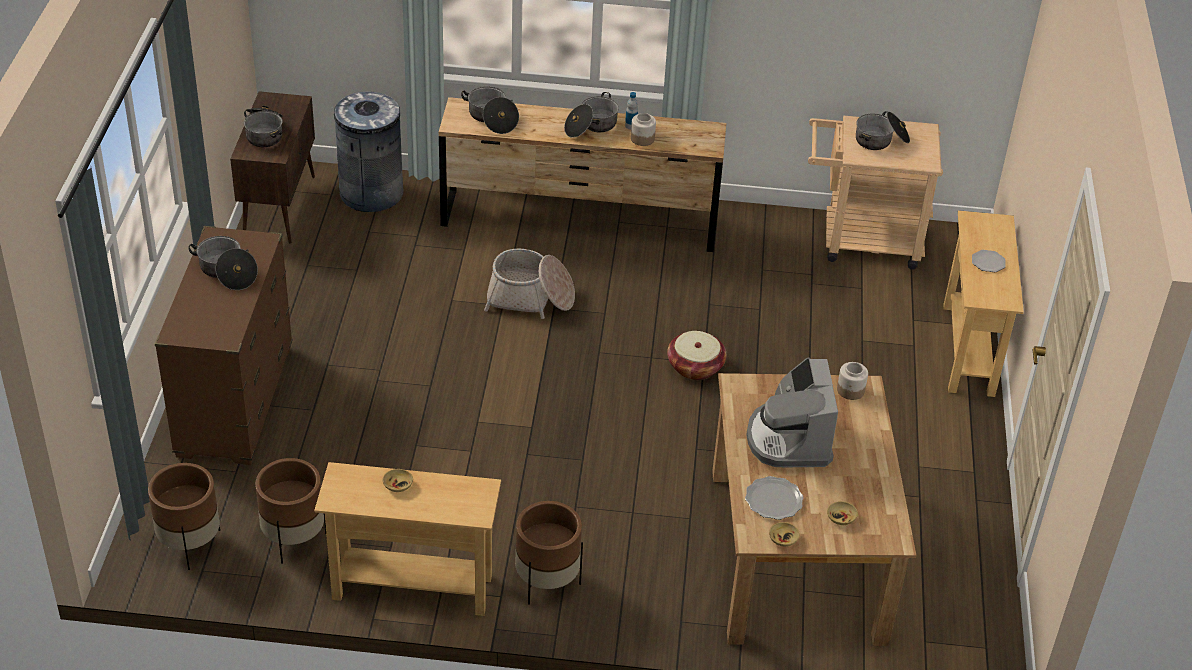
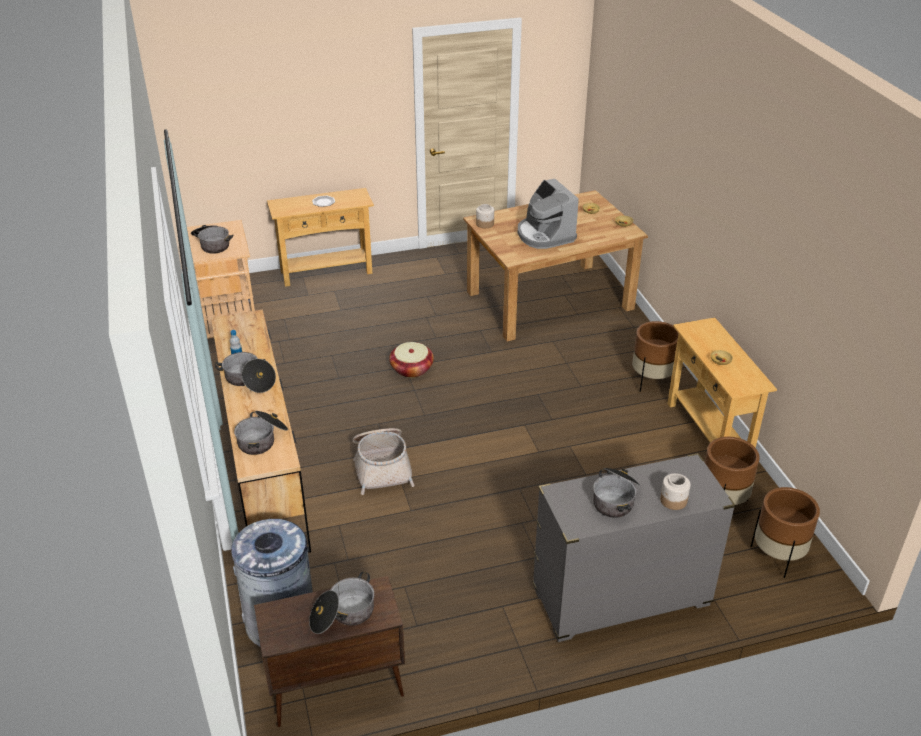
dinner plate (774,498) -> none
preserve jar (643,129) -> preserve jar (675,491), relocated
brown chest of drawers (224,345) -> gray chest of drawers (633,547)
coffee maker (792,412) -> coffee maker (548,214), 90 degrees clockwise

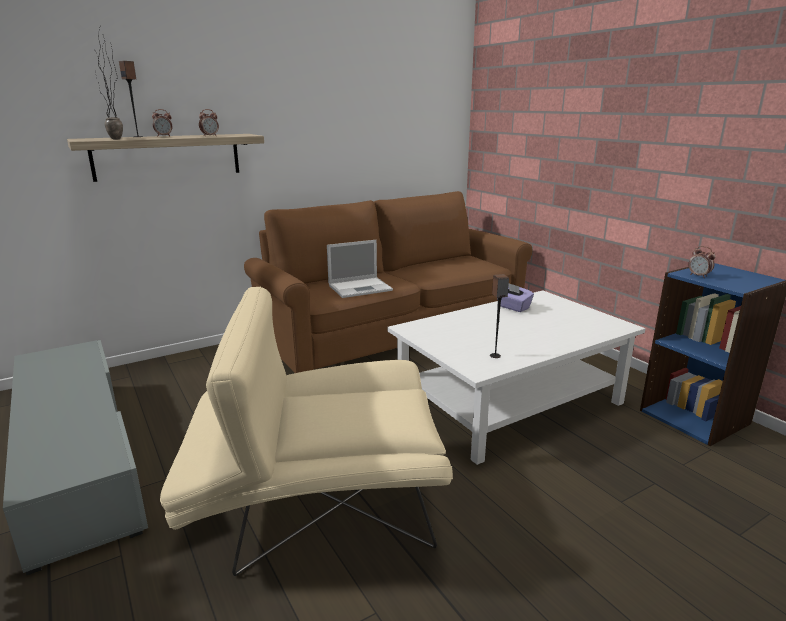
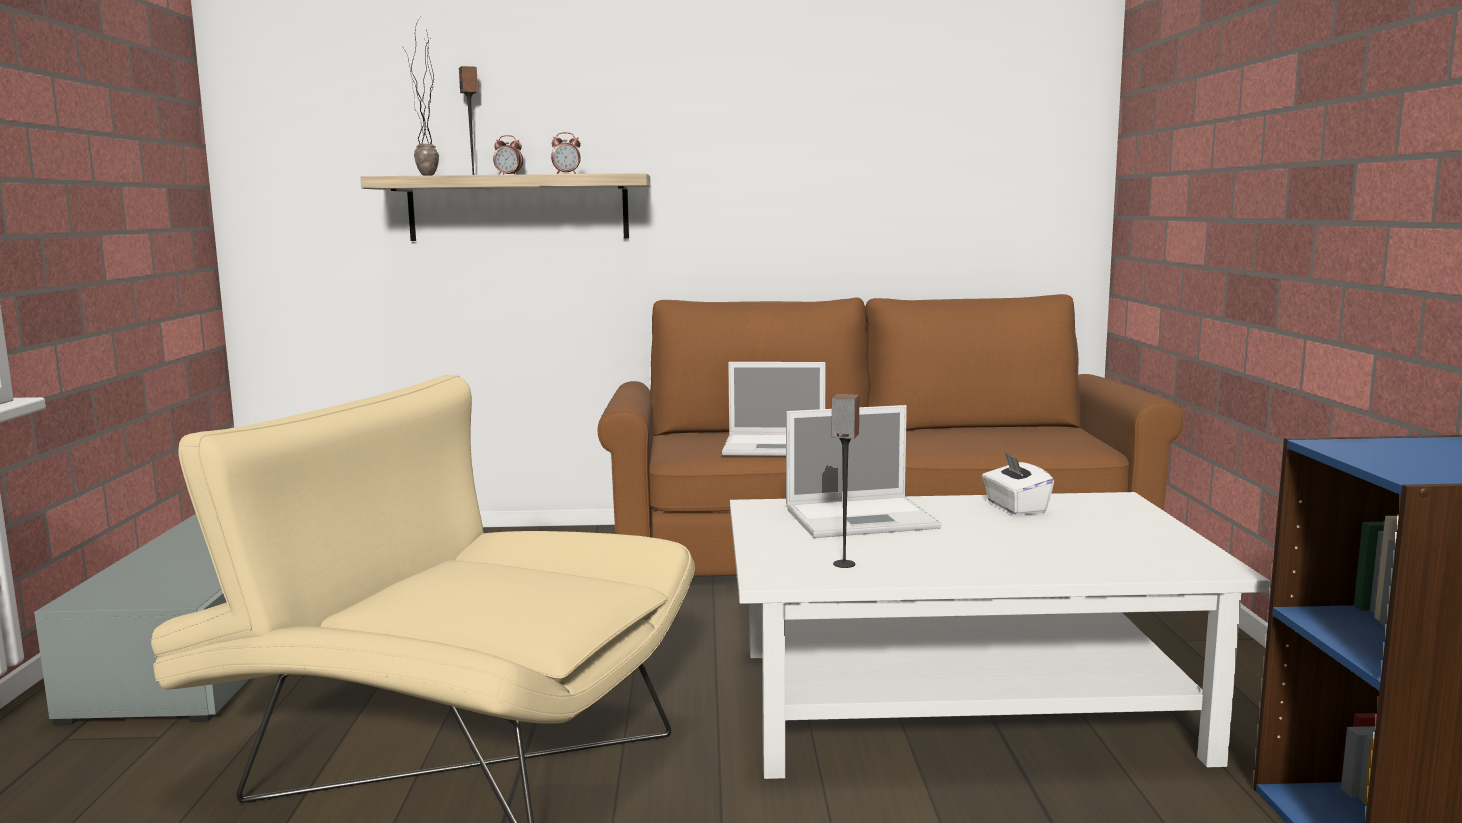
table clock (702,262) -> none
none -> portable computer (863,471)
purple tissue box (515,298) -> white tissue box (1018,484)

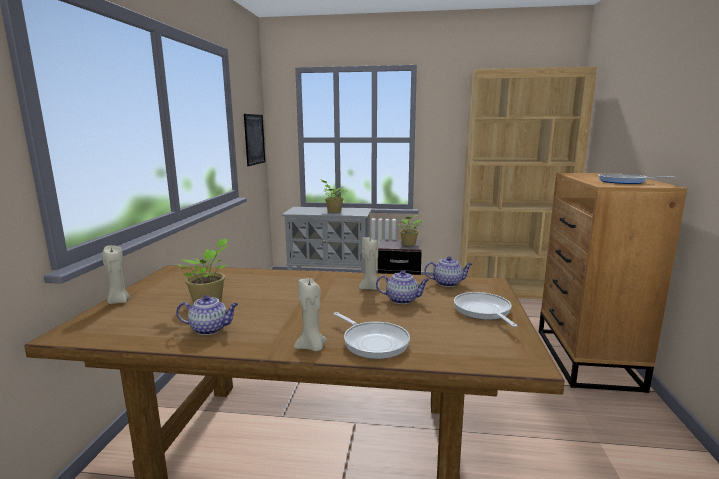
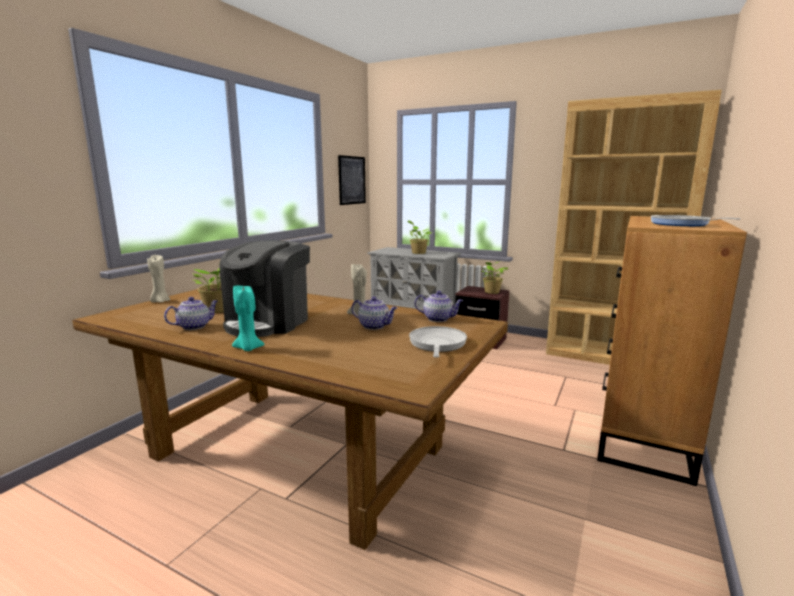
pan (371,335) -> none
none -> coffee maker (265,289)
beige wax candle (310,314) -> blue-green wax candle (248,318)
teapot (207,315) -> teapot (191,313), 60 degrees counterclockwise

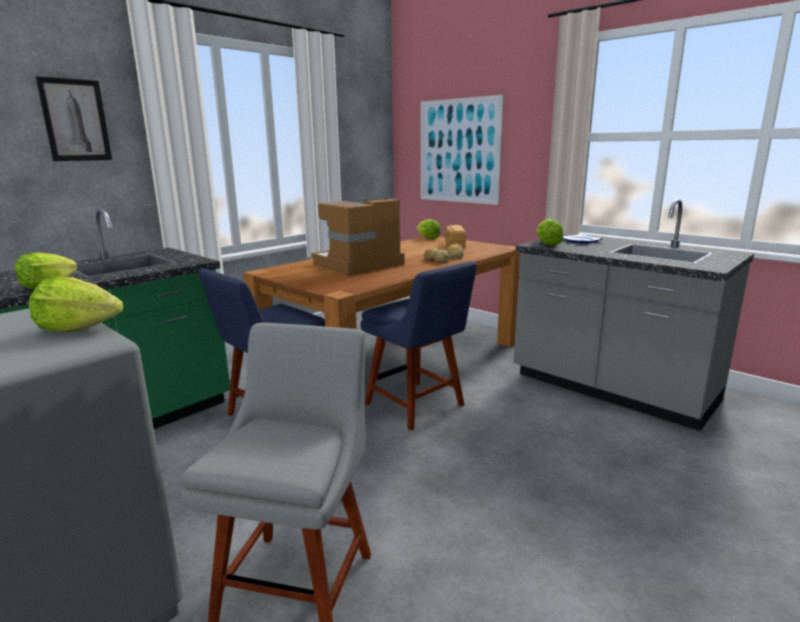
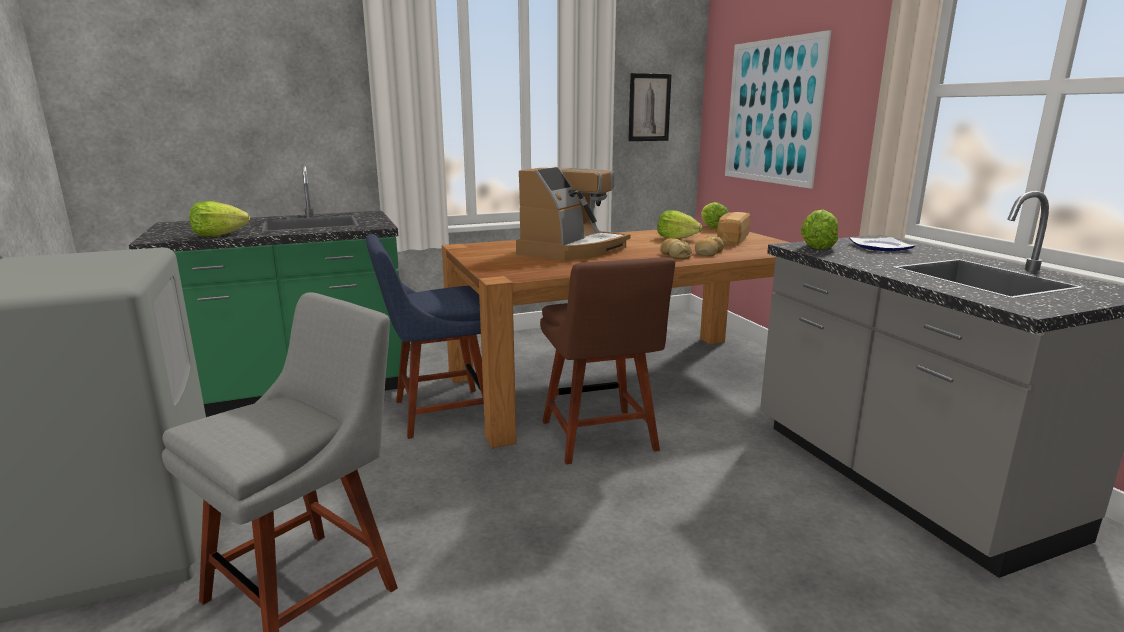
head of lettuce (76,304) -> head of lettuce (679,224), relocated
wall art (74,118) -> wall art (650,107), relocated
bluish upright chair (418,345) -> brown upright chair (607,361)
coffee maker (357,236) -> coffee maker (573,214), 135 degrees clockwise

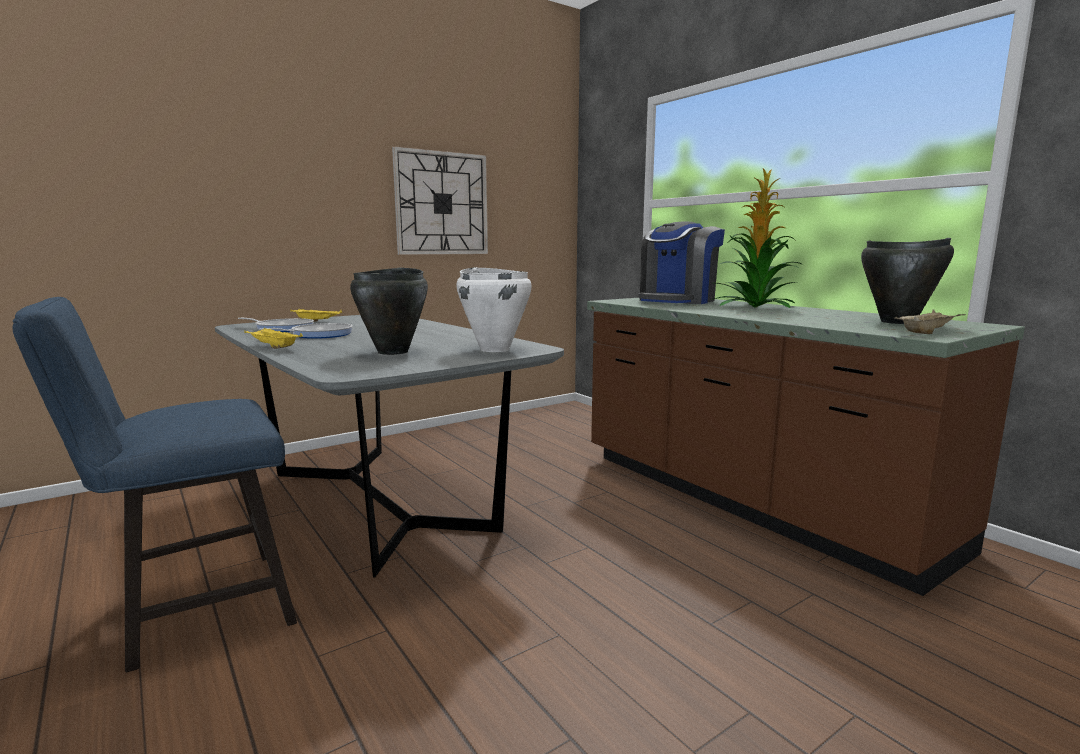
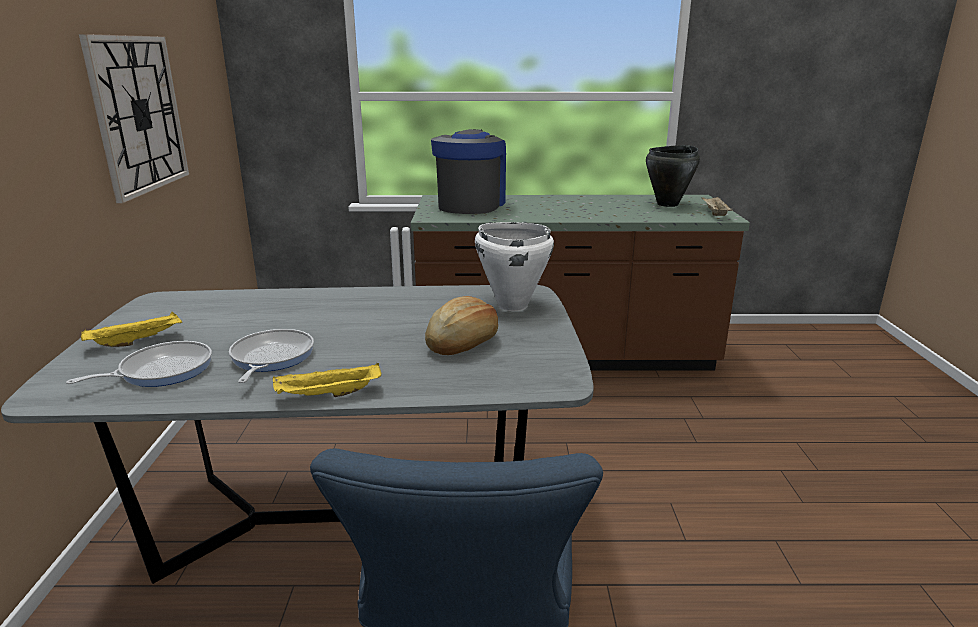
plant in a pot (757,238) -> none
blackish saucepot (389,311) -> bakery bread (461,325)
coffee maker (681,263) -> coffee maker (468,171), 150 degrees counterclockwise

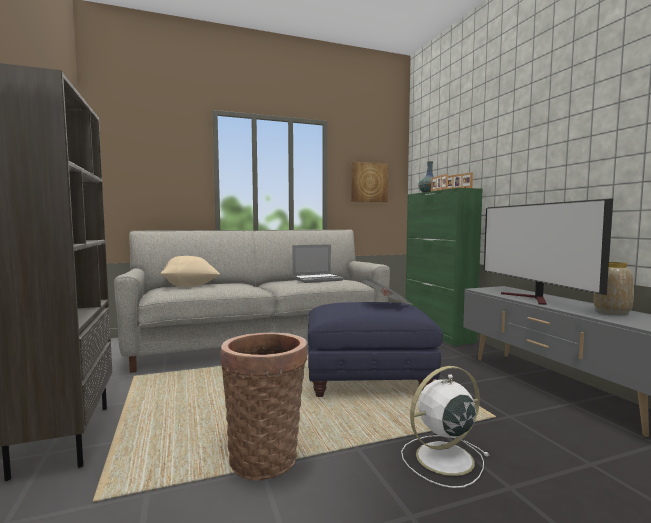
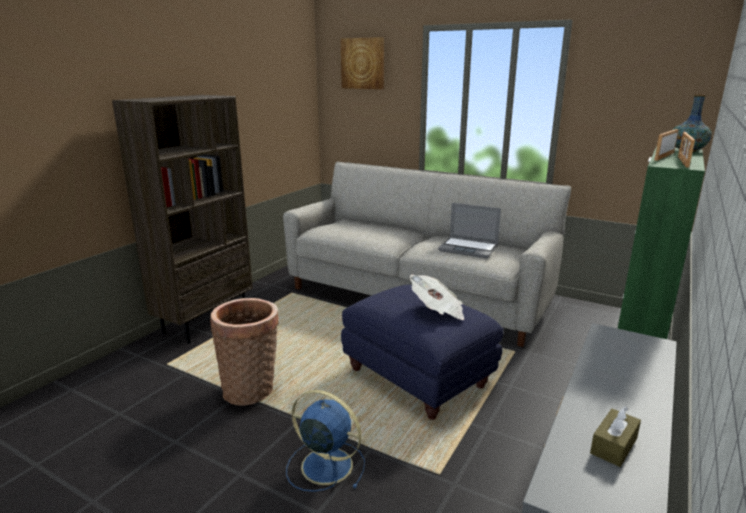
beige cushion (190,271) -> none
TV (548,251) -> none
wall art (369,182) -> wall art (362,63), relocated
vase (614,288) -> brown tissue box (615,436)
white fan (445,427) -> bluish fan (325,441)

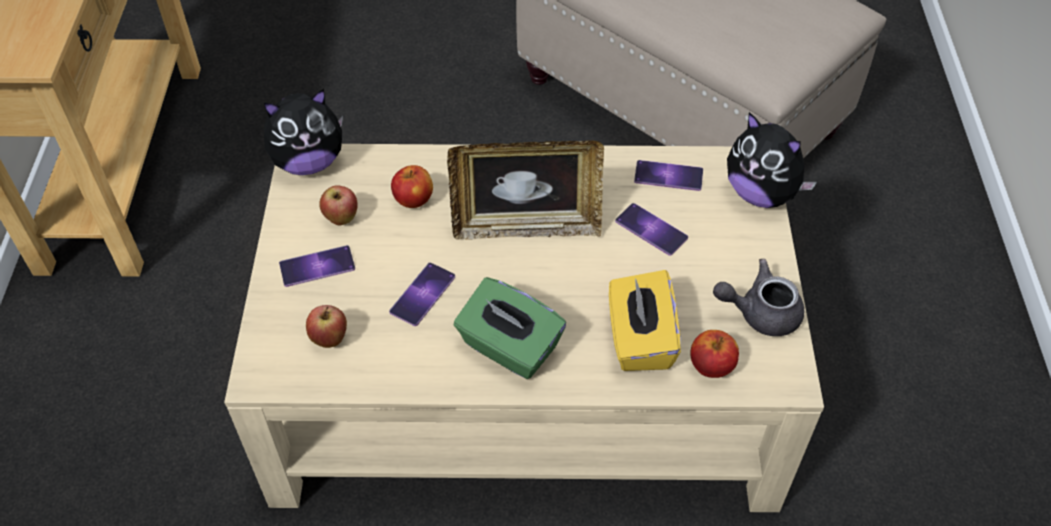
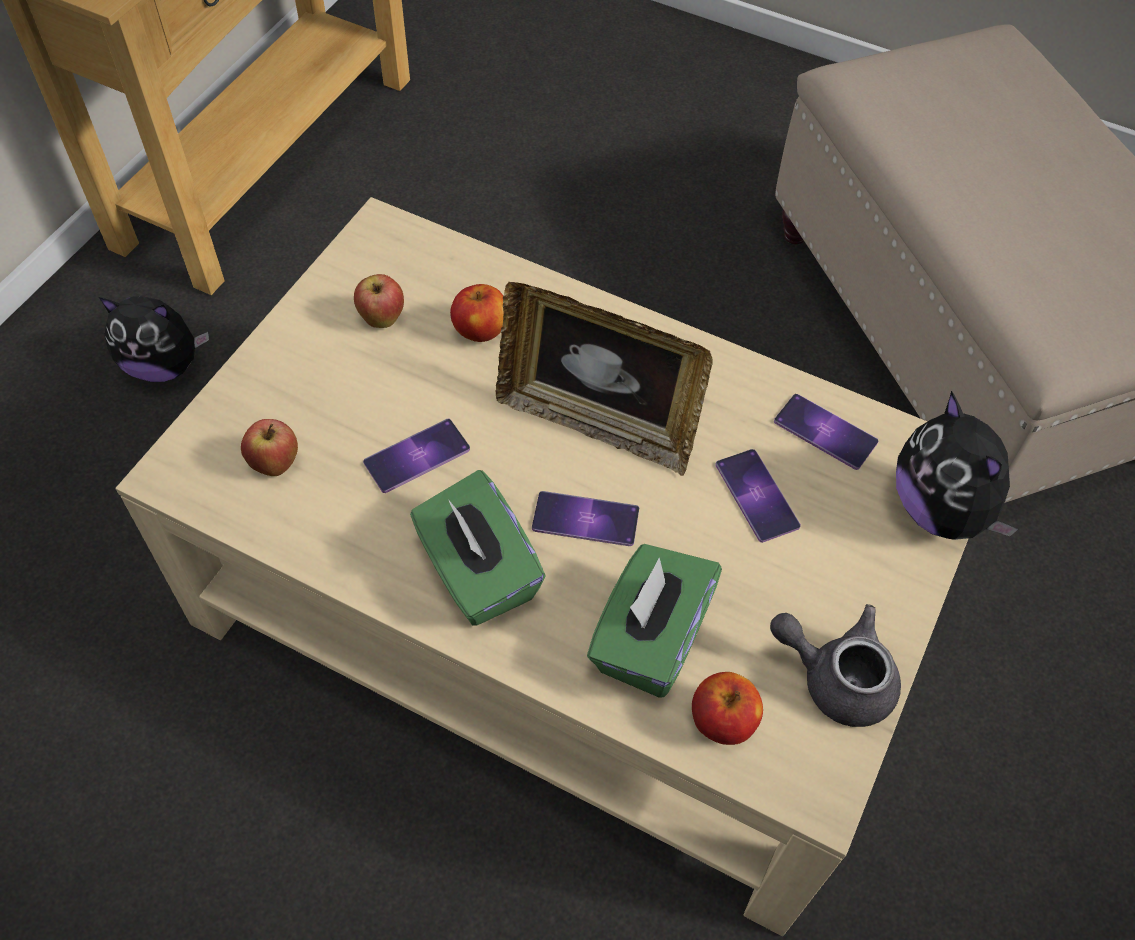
cuddly toy (303,132) -> cuddly toy (154,339), relocated
handset (317,266) -> handset (585,518), relocated
yellow-coloured tissue box (645,320) -> green-coloured tissue box (654,621)

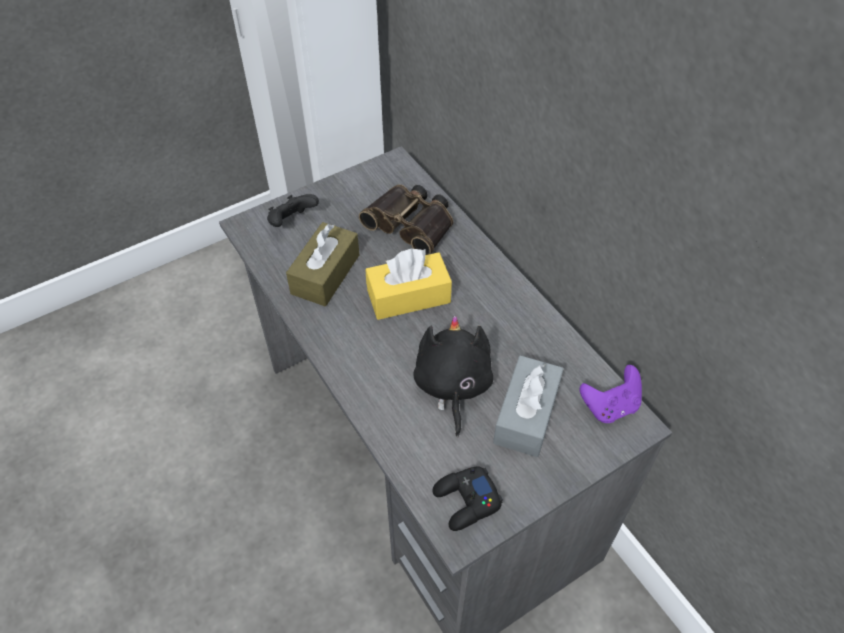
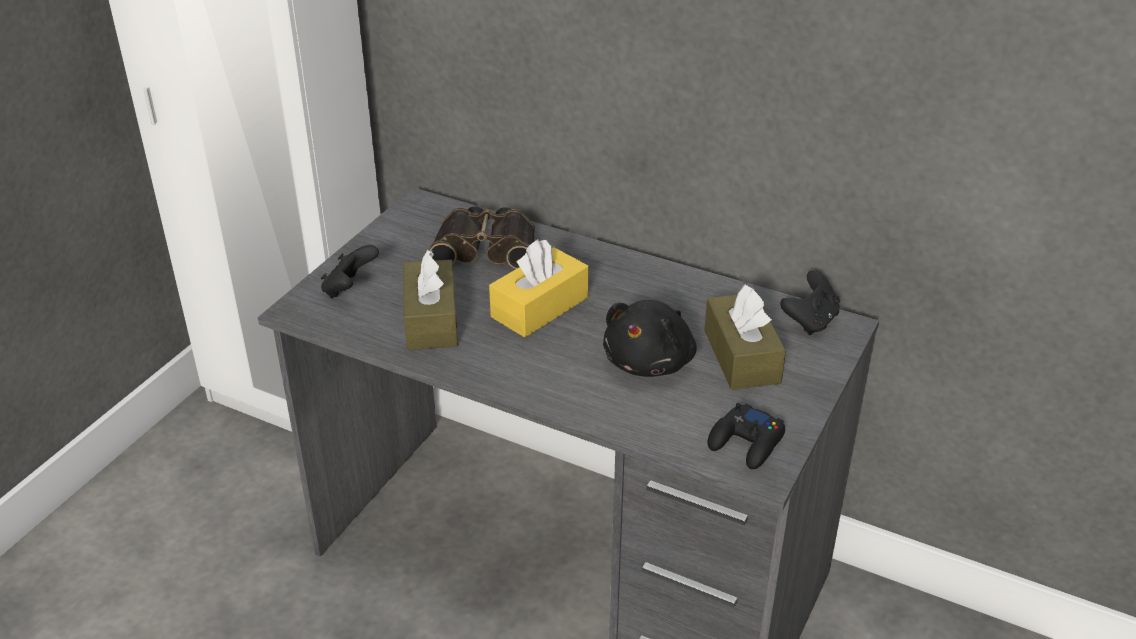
gray tissue box (528,406) -> brown tissue box (745,337)
purple joypad (610,394) -> blackish joypad (810,302)
blackish cuddly toy (453,376) -> blackish cuddly toy (649,338), 120 degrees counterclockwise

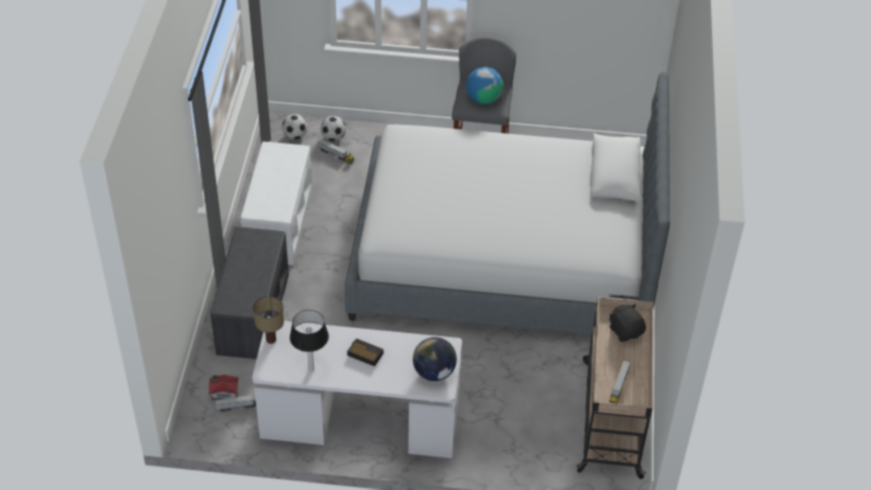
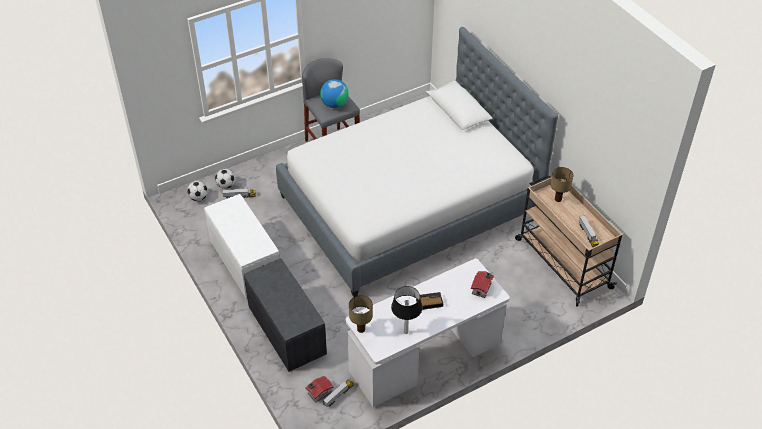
desk globe (435,359) -> toy house (482,284)
blackish cuddly toy (627,323) -> tabletop lamp (561,184)

